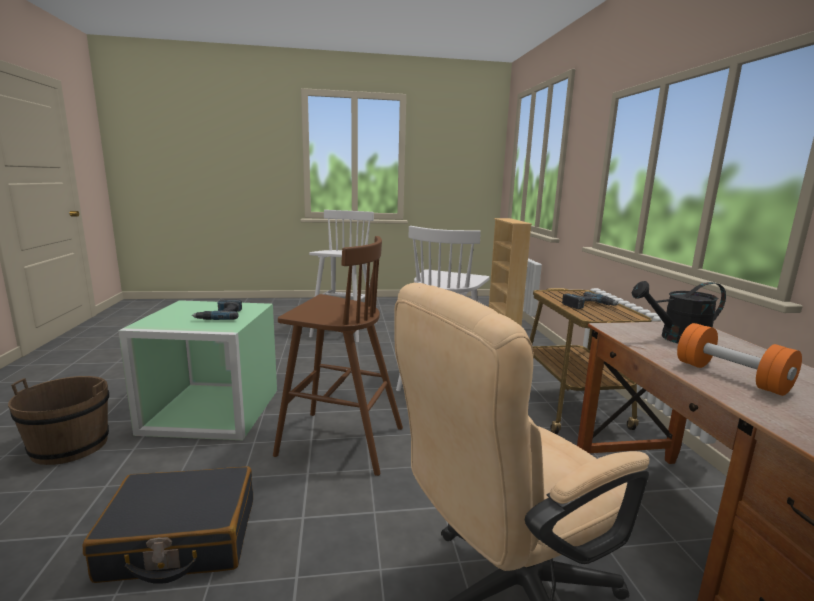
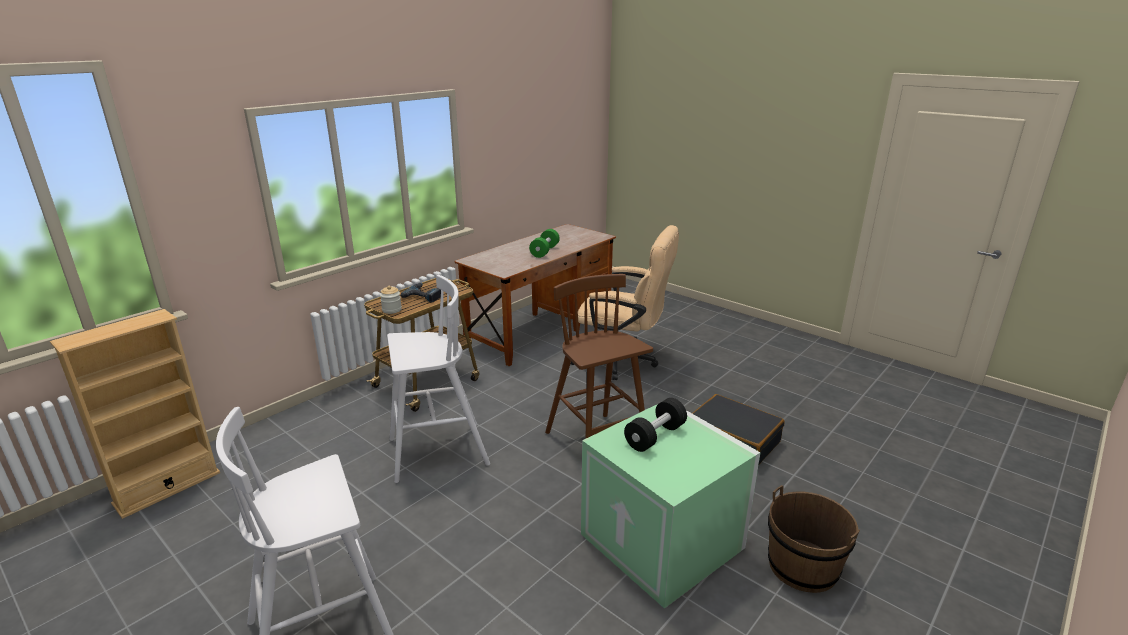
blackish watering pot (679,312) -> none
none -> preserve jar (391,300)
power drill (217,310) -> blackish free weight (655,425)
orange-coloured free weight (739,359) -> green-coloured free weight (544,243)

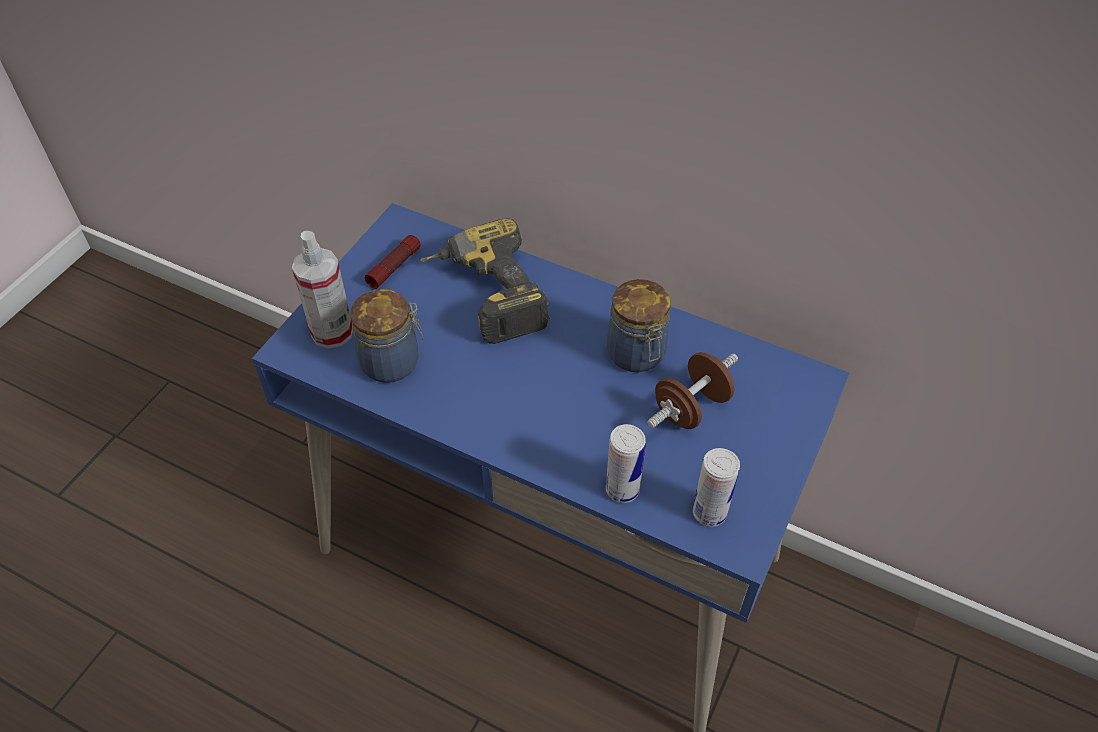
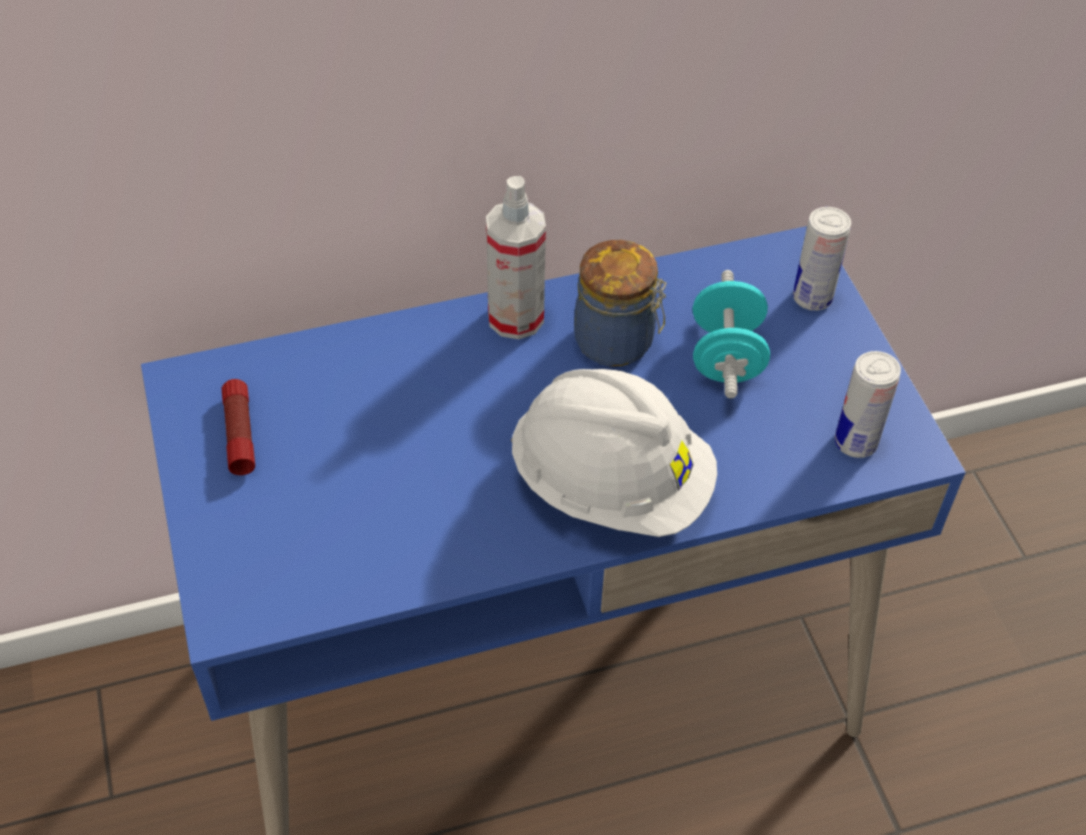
preserve jar (387,336) -> none
power drill (485,281) -> none
none -> white work helmet (614,453)
hand sprayer (322,290) -> hand sprayer (516,257), relocated
sealed can (626,463) -> sealed can (822,259), relocated
brown free weight (692,390) -> blue-green free weight (731,334)

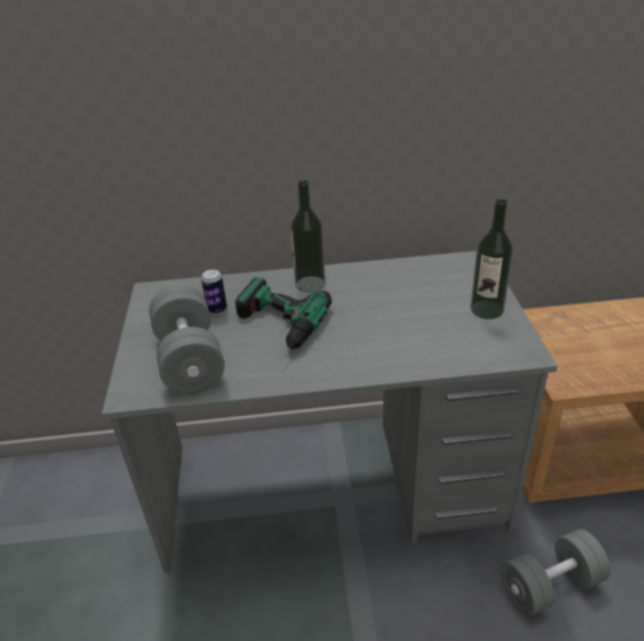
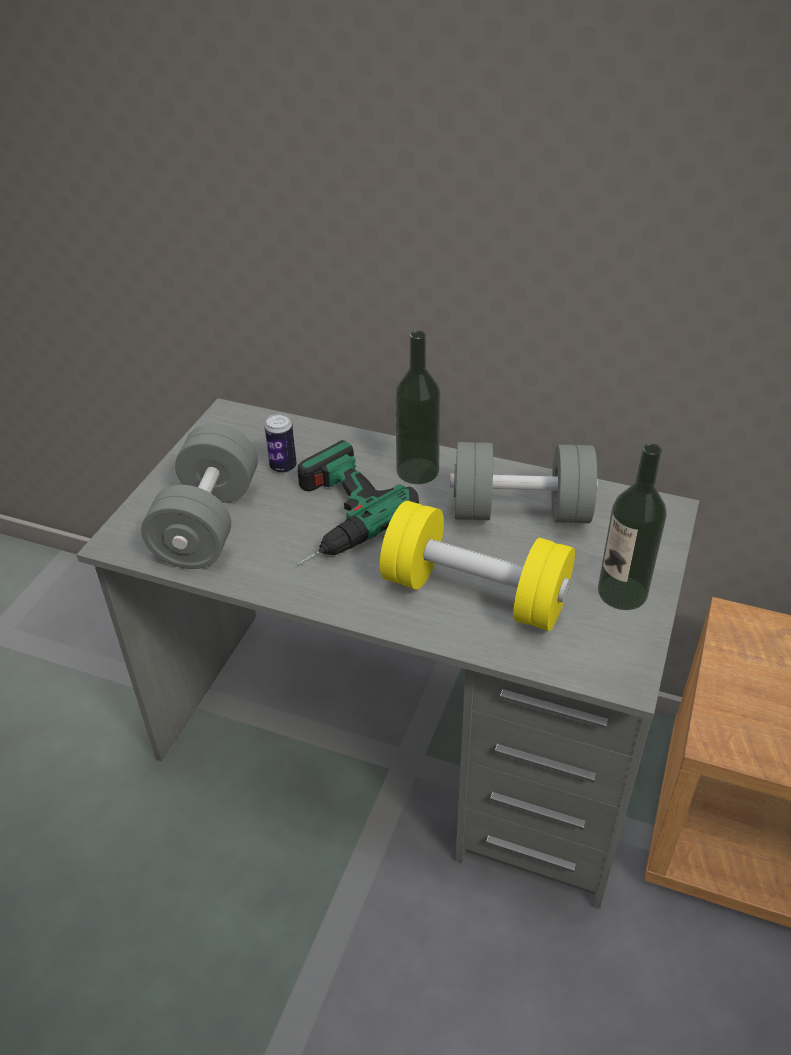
none -> yellow-coloured free weight (477,566)
gray free weight (555,572) -> gray free weight (524,482), relocated

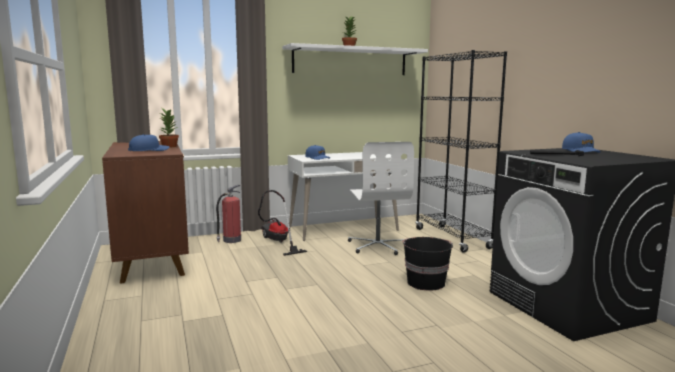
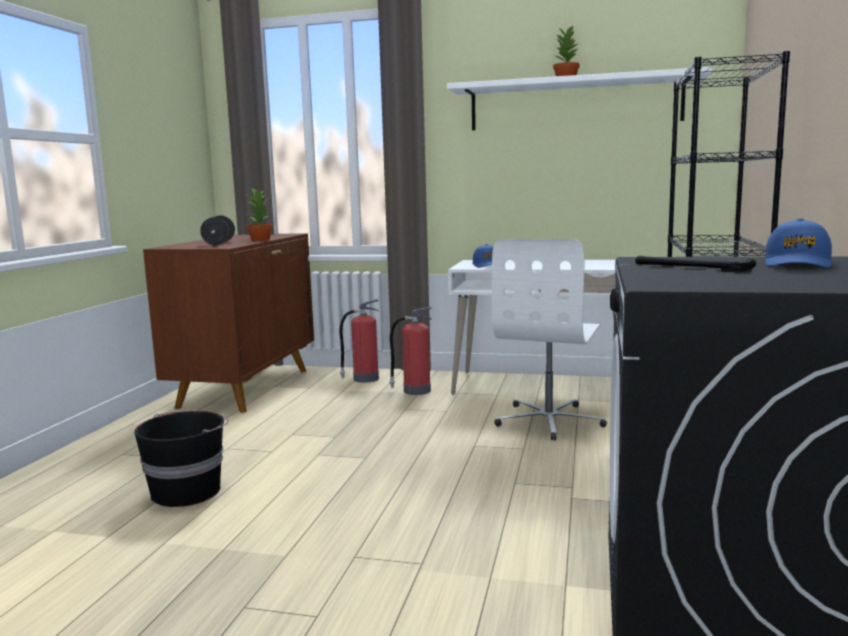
blackish water bucket (427,264) -> blackish water bucket (181,459), relocated
bluish cap (148,142) -> blackish free weight (217,230)
vacuum cleaner (282,223) -> extinguisher (410,351)

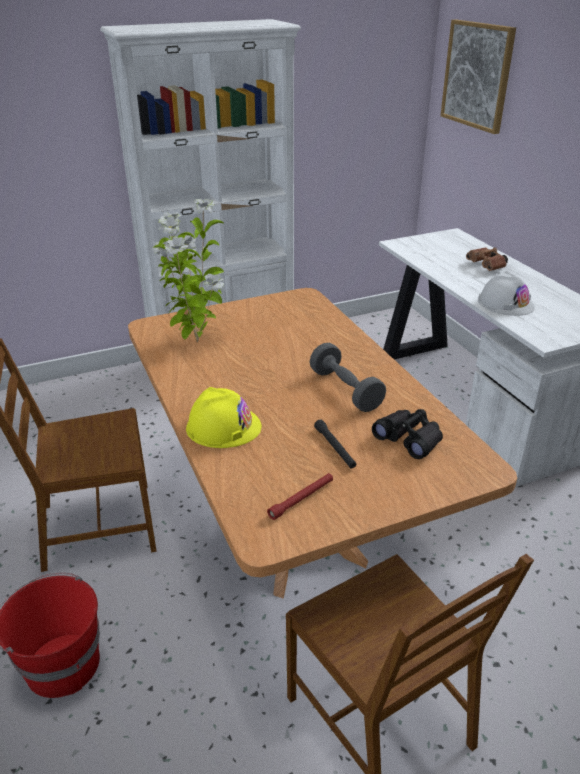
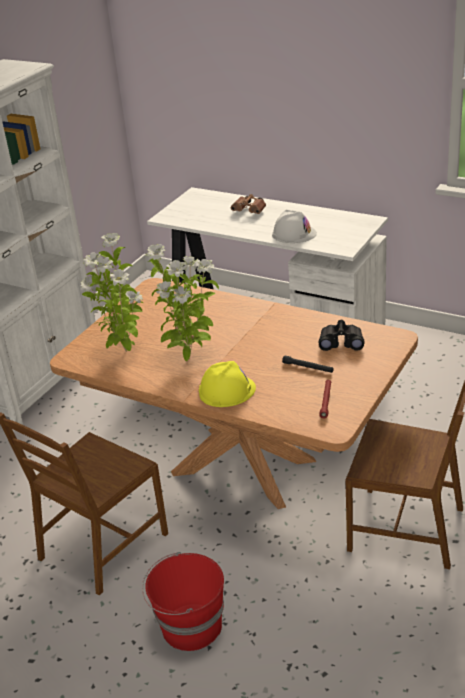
gray free weight (348,377) -> none
wall art (478,76) -> none
none -> plant in a pot (182,302)

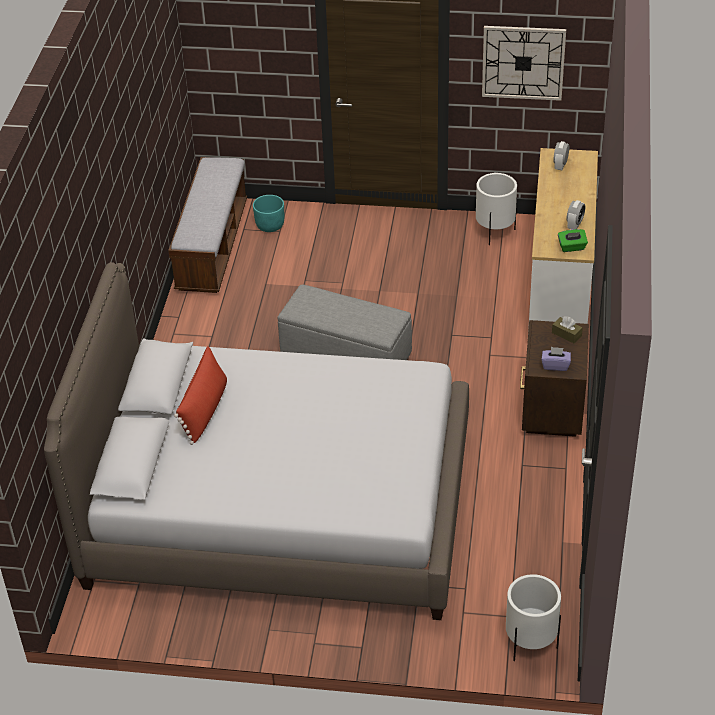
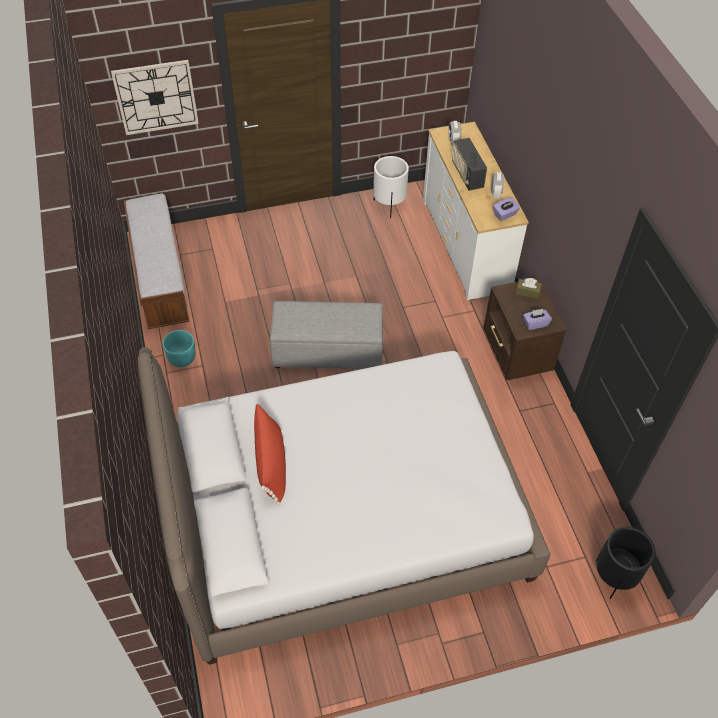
none -> radio (469,164)
blue-green planter (268,213) -> blue-green planter (179,348), relocated
wall clock (524,63) -> wall clock (155,97), relocated
white planter (533,617) -> blackish planter (625,563)
green-coloured tissue box (573,240) -> purple tissue box (506,209)

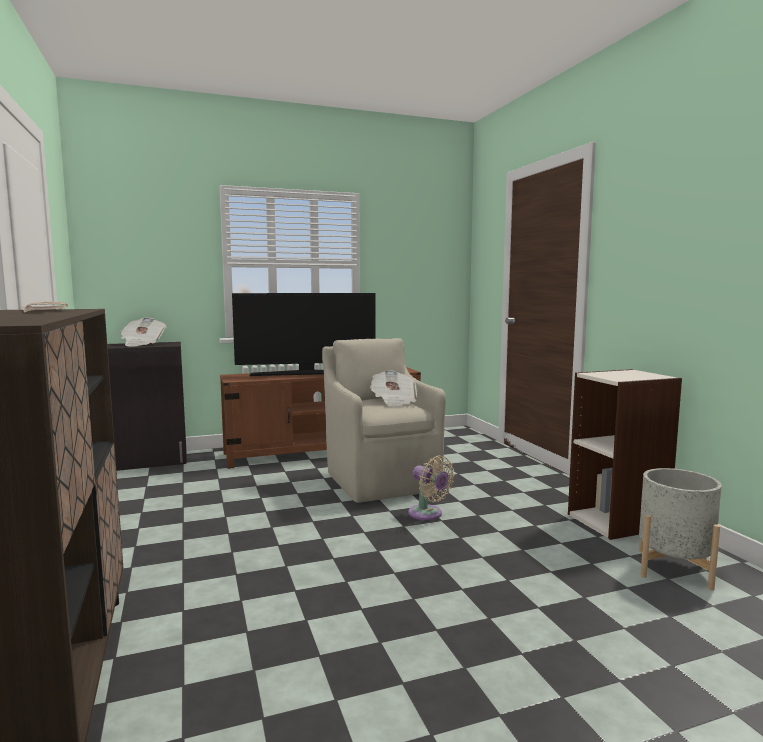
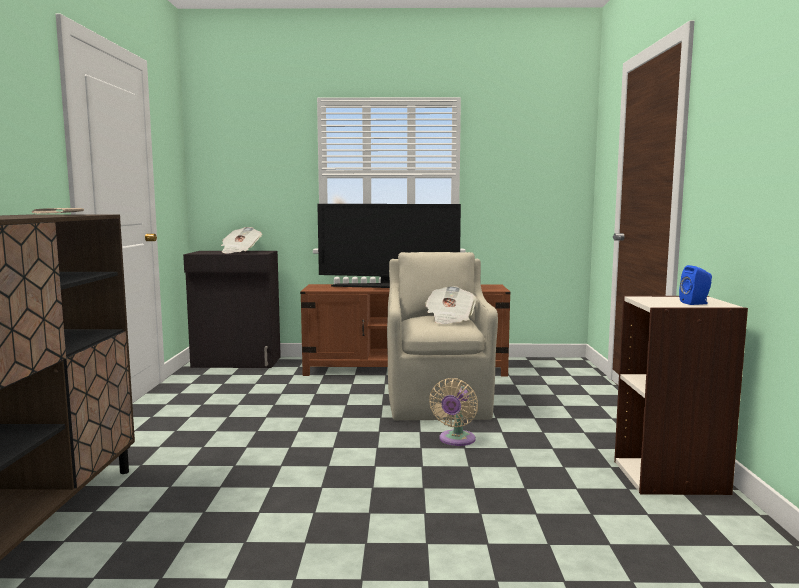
gray planter (680,529) -> none
none -> bluish audio speaker (695,285)
beige fan (431,487) -> beige fan (453,412), 45 degrees clockwise

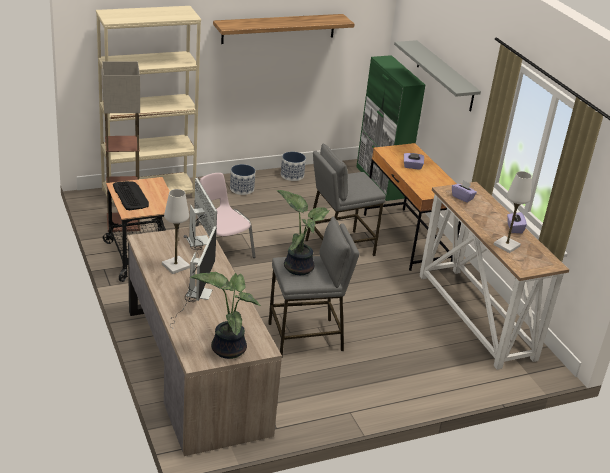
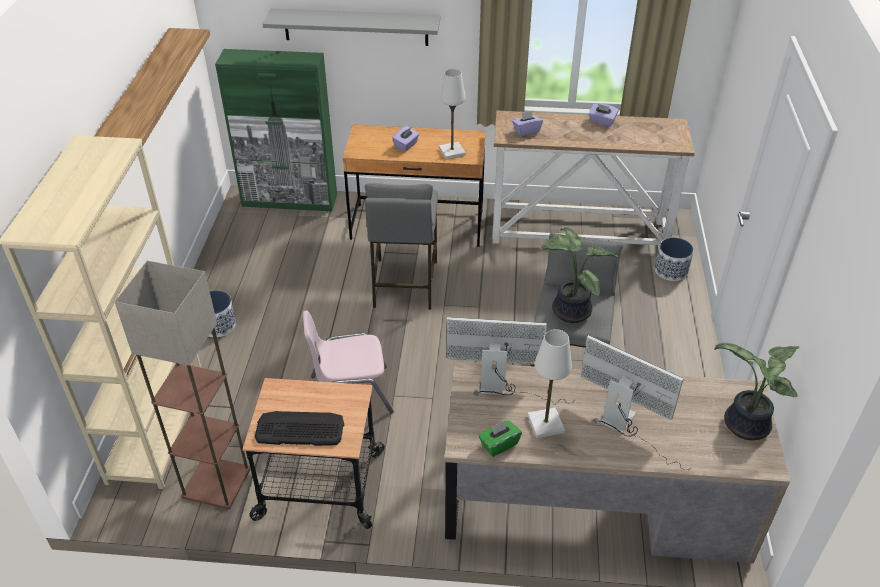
none -> green-coloured tissue box (500,438)
planter (293,166) -> planter (674,259), relocated
white tabletop lamp (512,212) -> white tabletop lamp (452,114), relocated

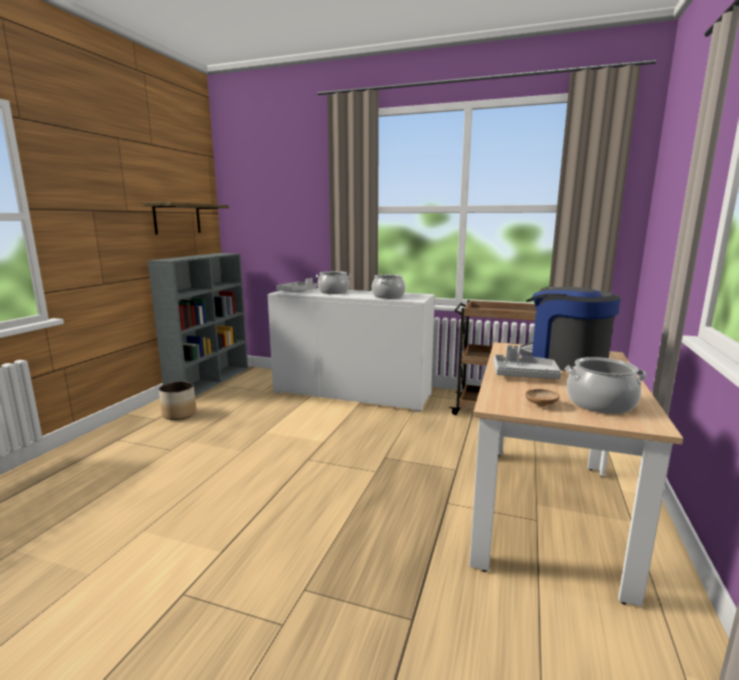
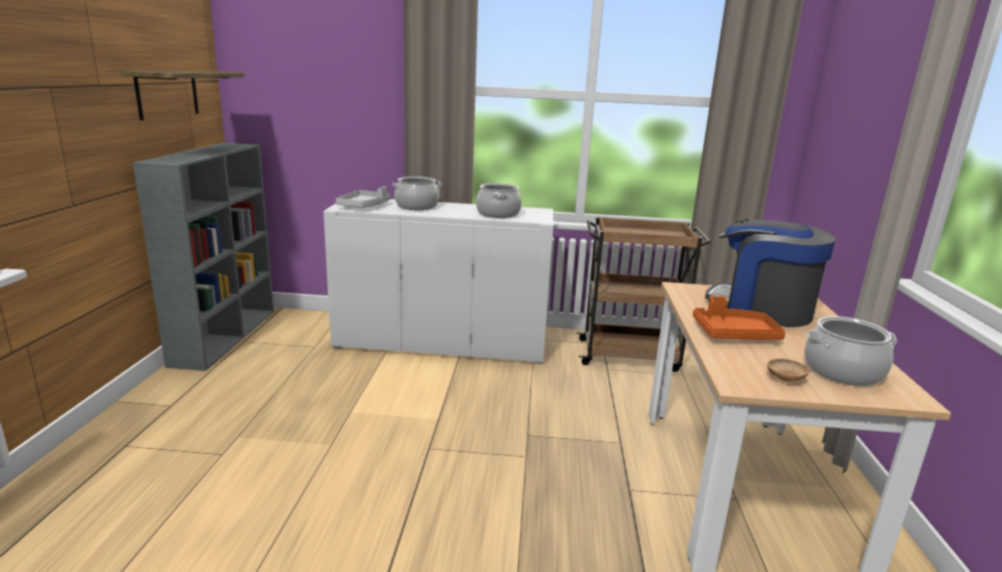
planter (178,400) -> none
gray tray (527,362) -> orange-coloured tray (739,318)

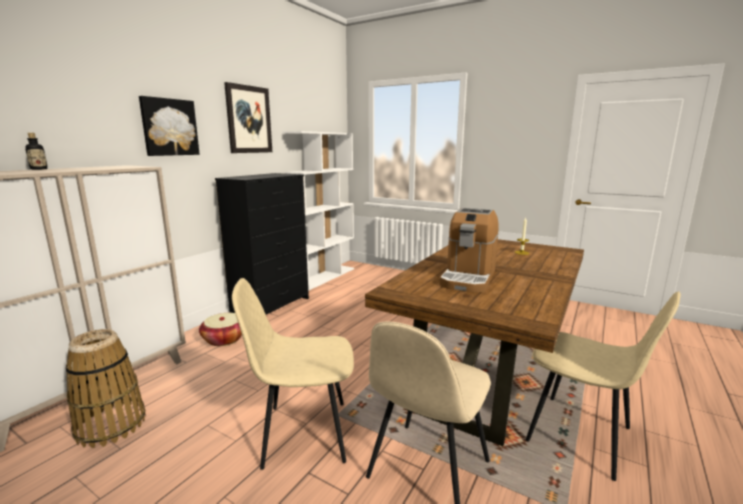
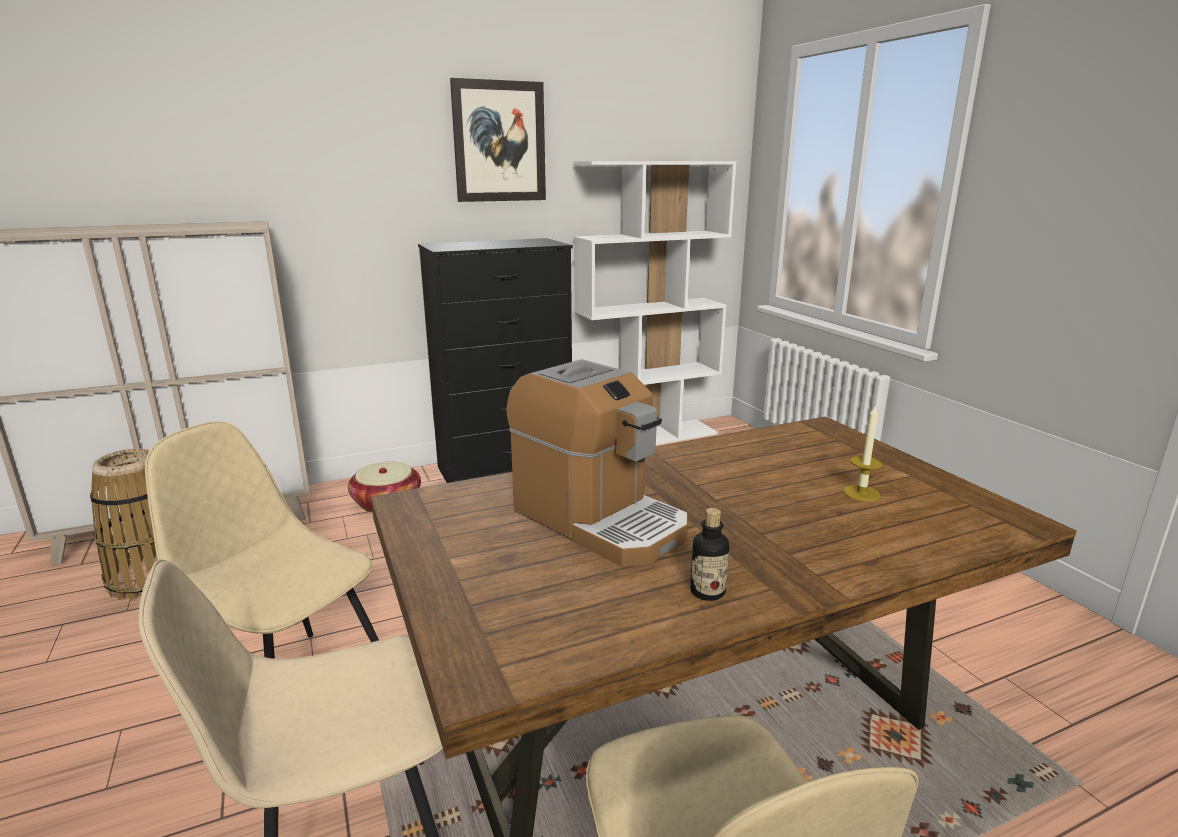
wall art (169,126) -> none
bottle (36,151) -> bottle (709,554), relocated
coffee maker (469,250) -> coffee maker (597,463), 105 degrees counterclockwise

